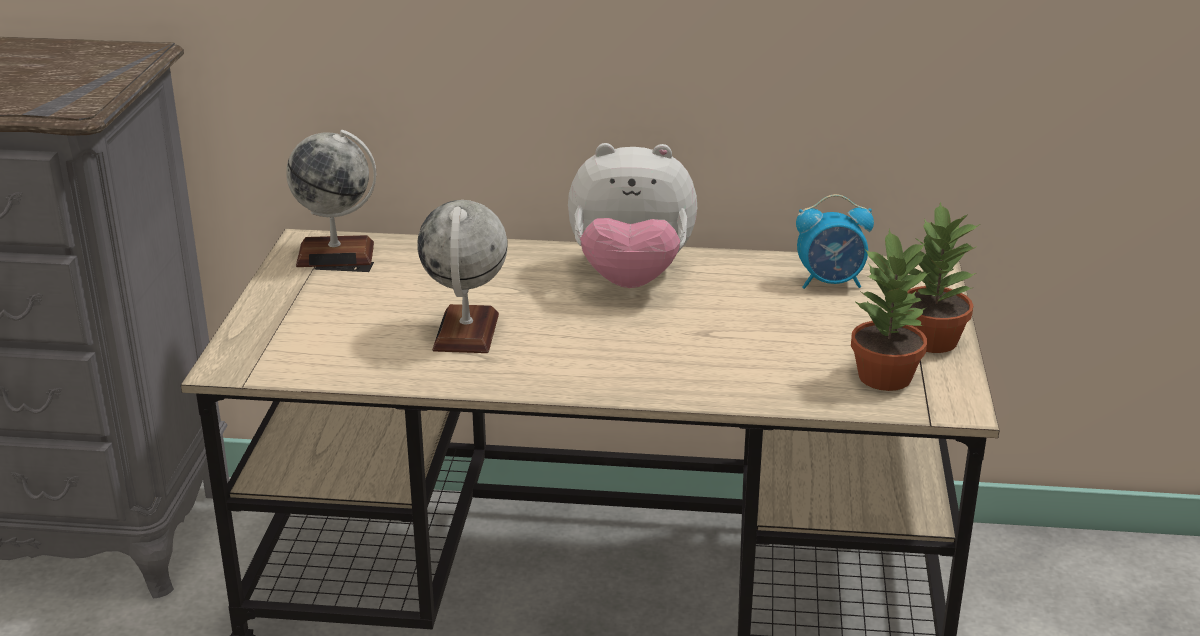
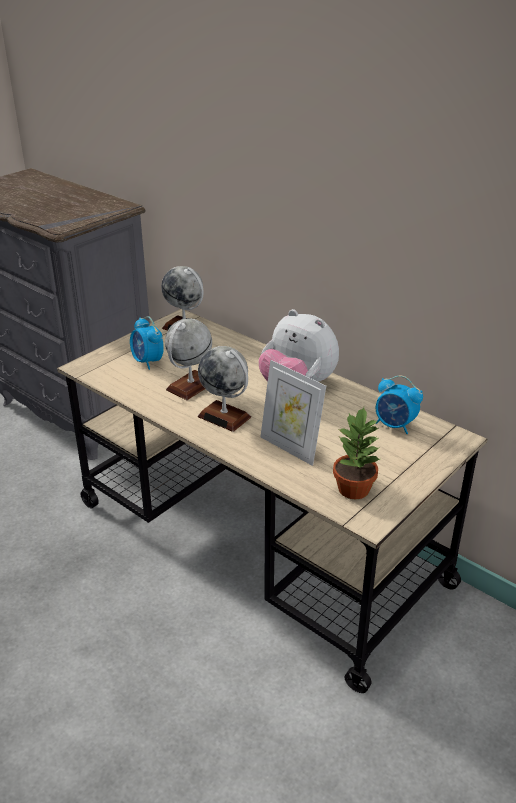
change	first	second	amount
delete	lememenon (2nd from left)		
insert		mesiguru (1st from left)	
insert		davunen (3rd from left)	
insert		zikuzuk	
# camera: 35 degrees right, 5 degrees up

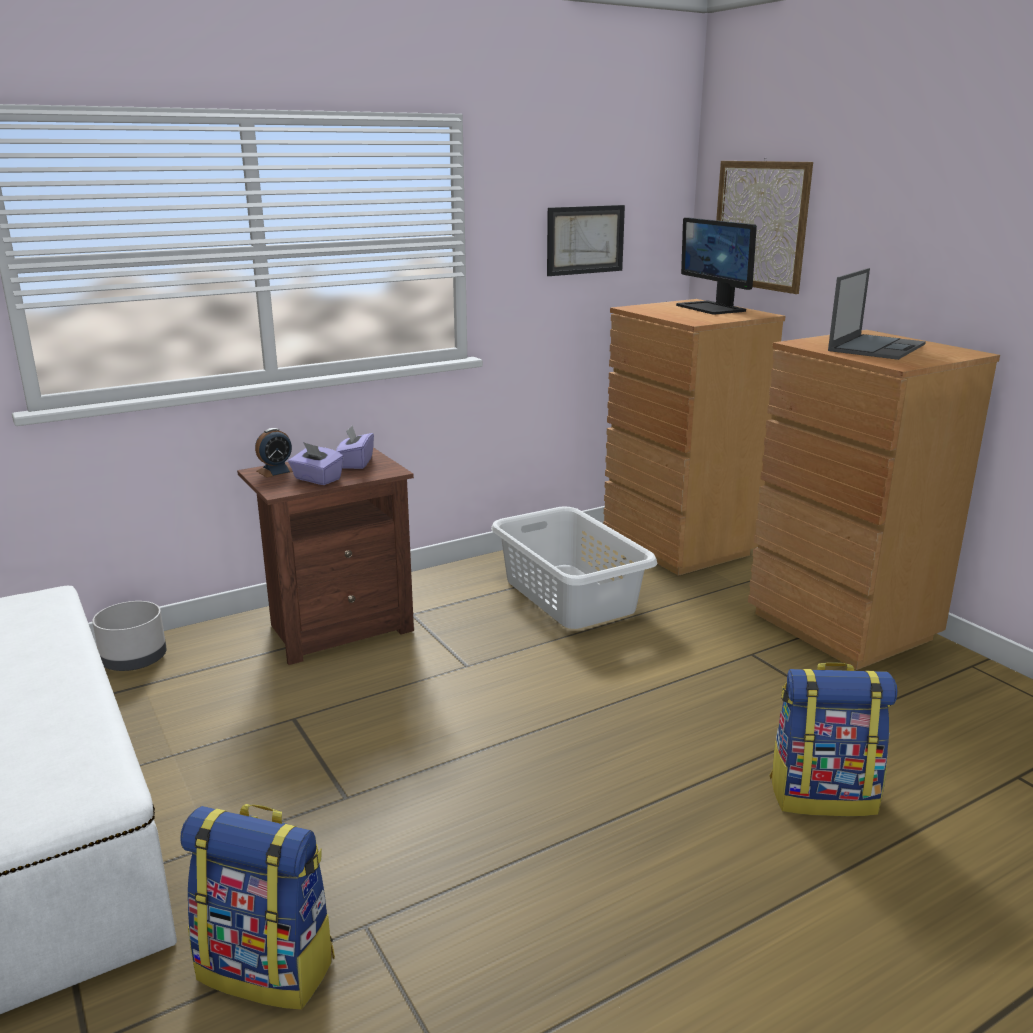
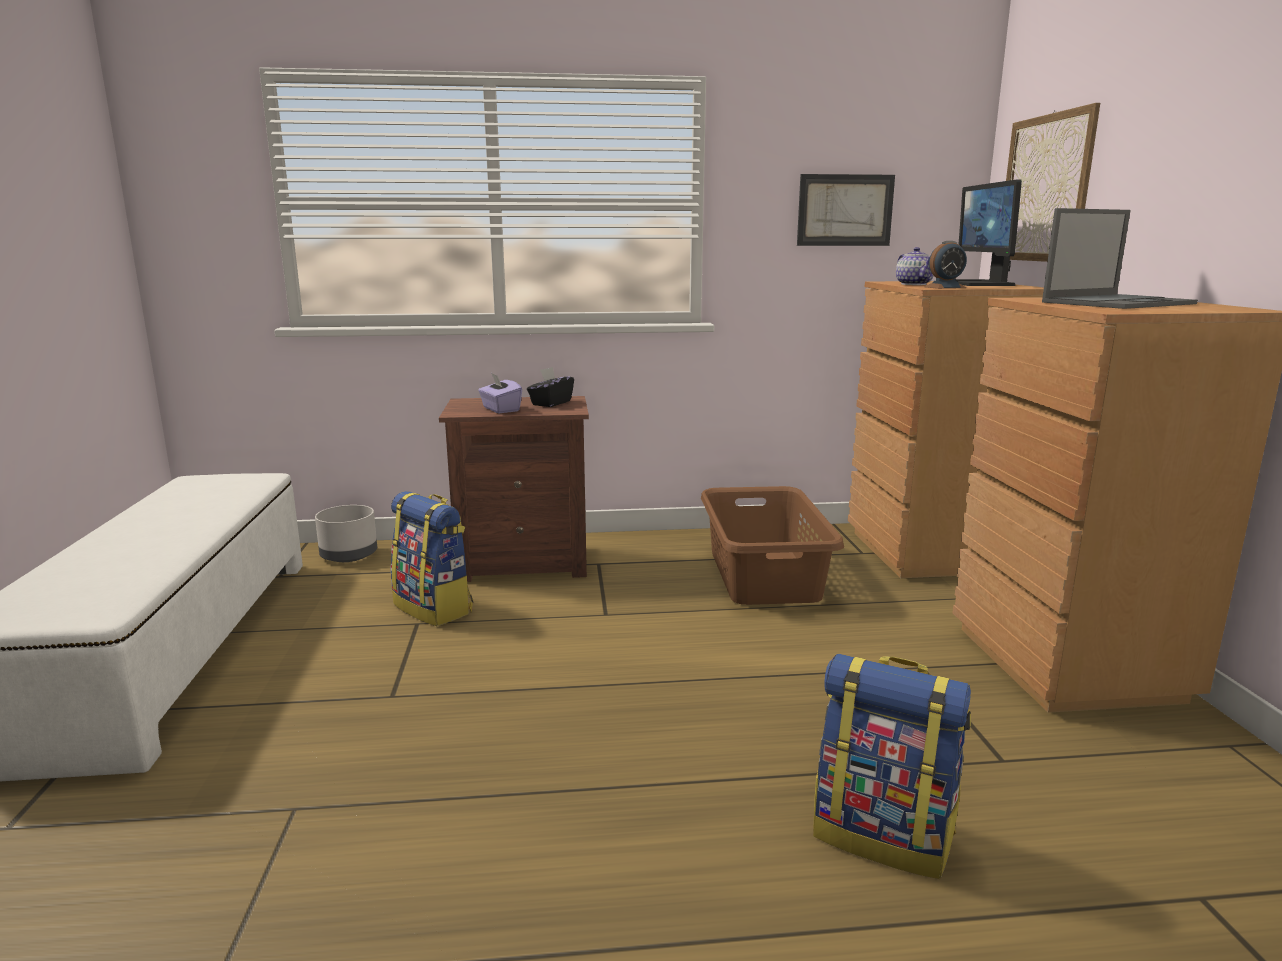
change	first	second	amount
move	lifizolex (1st from left)		
move	mesiguru		
recolor	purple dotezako (2nd from left)	black dotezako	
recolor	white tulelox	brown tulelox	
insert		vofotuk	
# camera: 25 degrees right, 5 degrees down

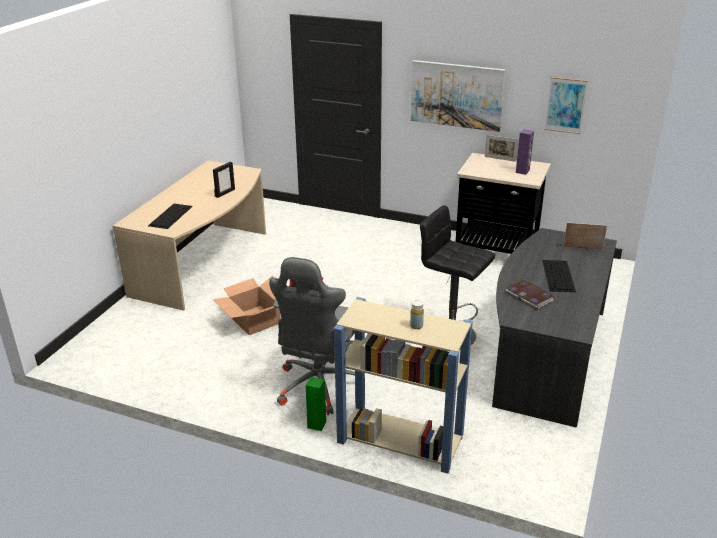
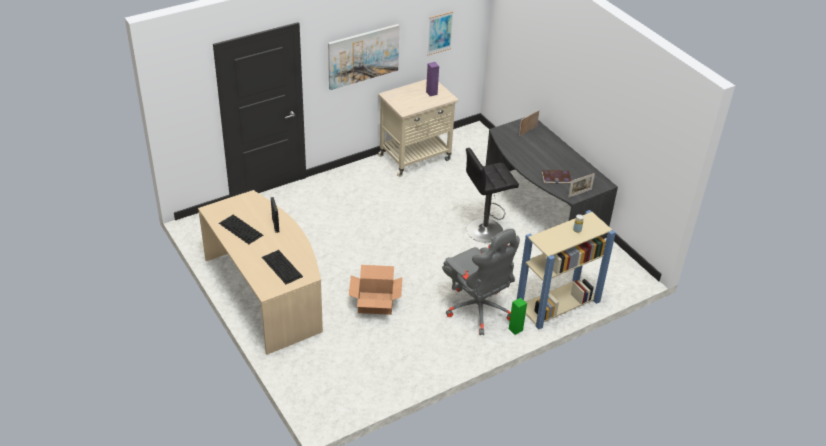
change	first	second	amount
recolor	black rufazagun	beige rufazagun	
move	zikuzuk (2nd from left in the first image)	zikuzuk (3rd from left)	
move	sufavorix (2nd from left in the first image)	sufavorix (1st from left)	
# camera: 55 degrees left, 10 degrees up

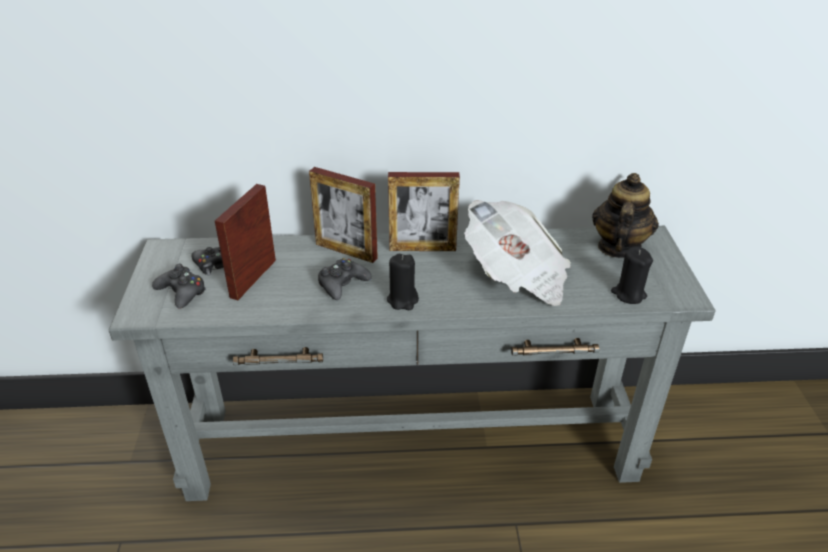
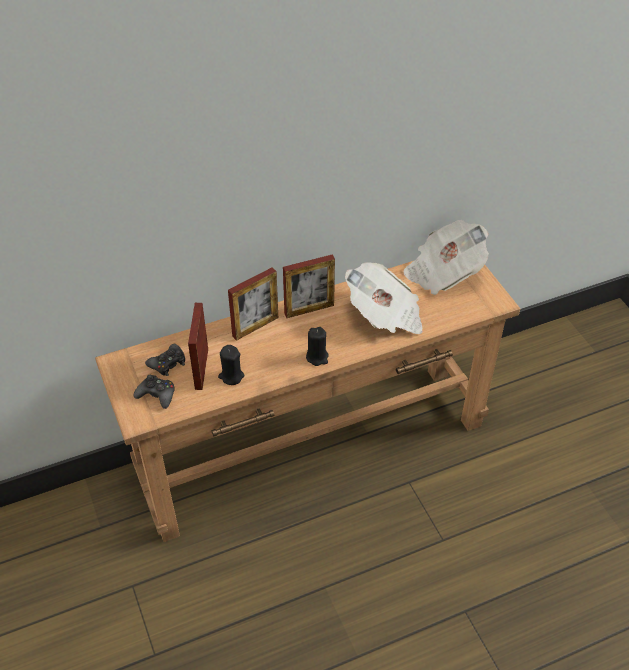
change	first	second	amount
recolor	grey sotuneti	brown sotuneti	
rotate	zikuzuk (2nd from left)		45 degrees counterclockwise
delete	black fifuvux (3rd from left)		
replace	vofotuk	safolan (2nd from left)	
move	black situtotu (2nd from left in the first image)	black situtotu (1st from left)	
# camera: 20 degrees left, 10 degrees up

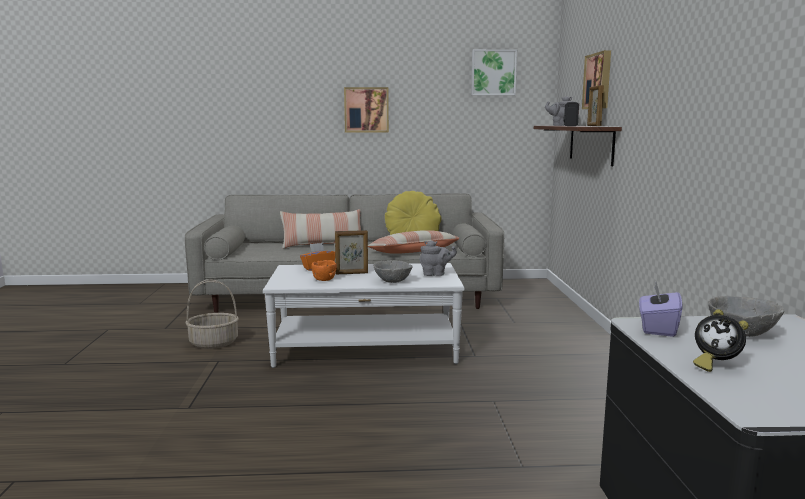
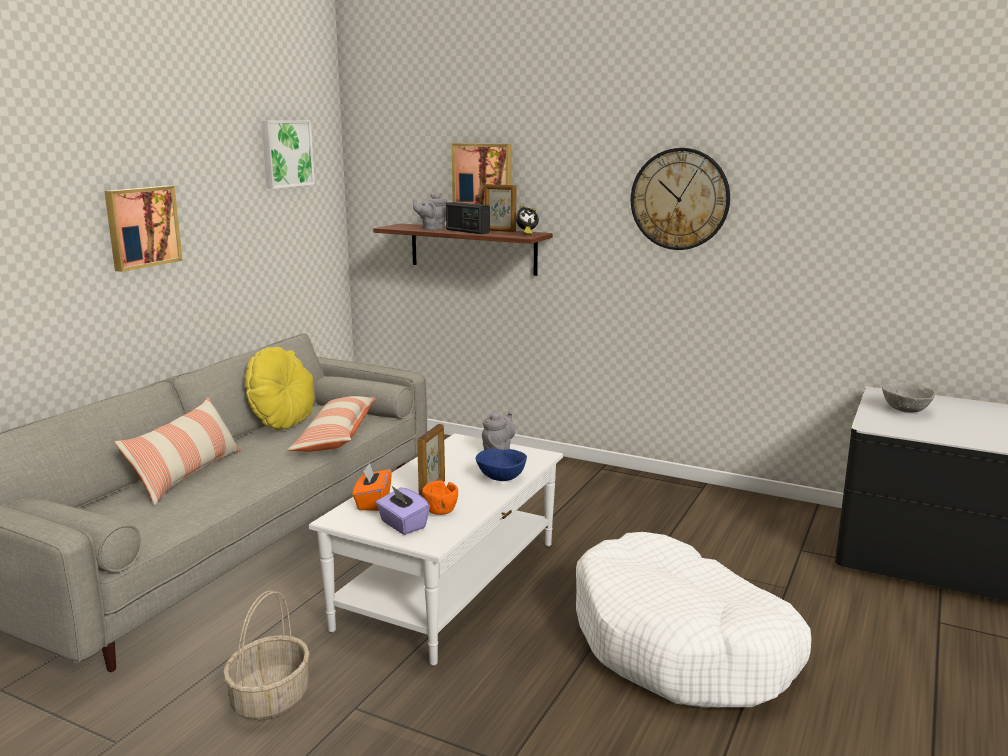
change	first	second	amount
recolor	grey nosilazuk (1st from left)	blue nosilazuk	
move	purple dotezako		
move	mesiguru		
insert		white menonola	
insert		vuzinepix	
# camera: 60 degrees left, 5 degrees up

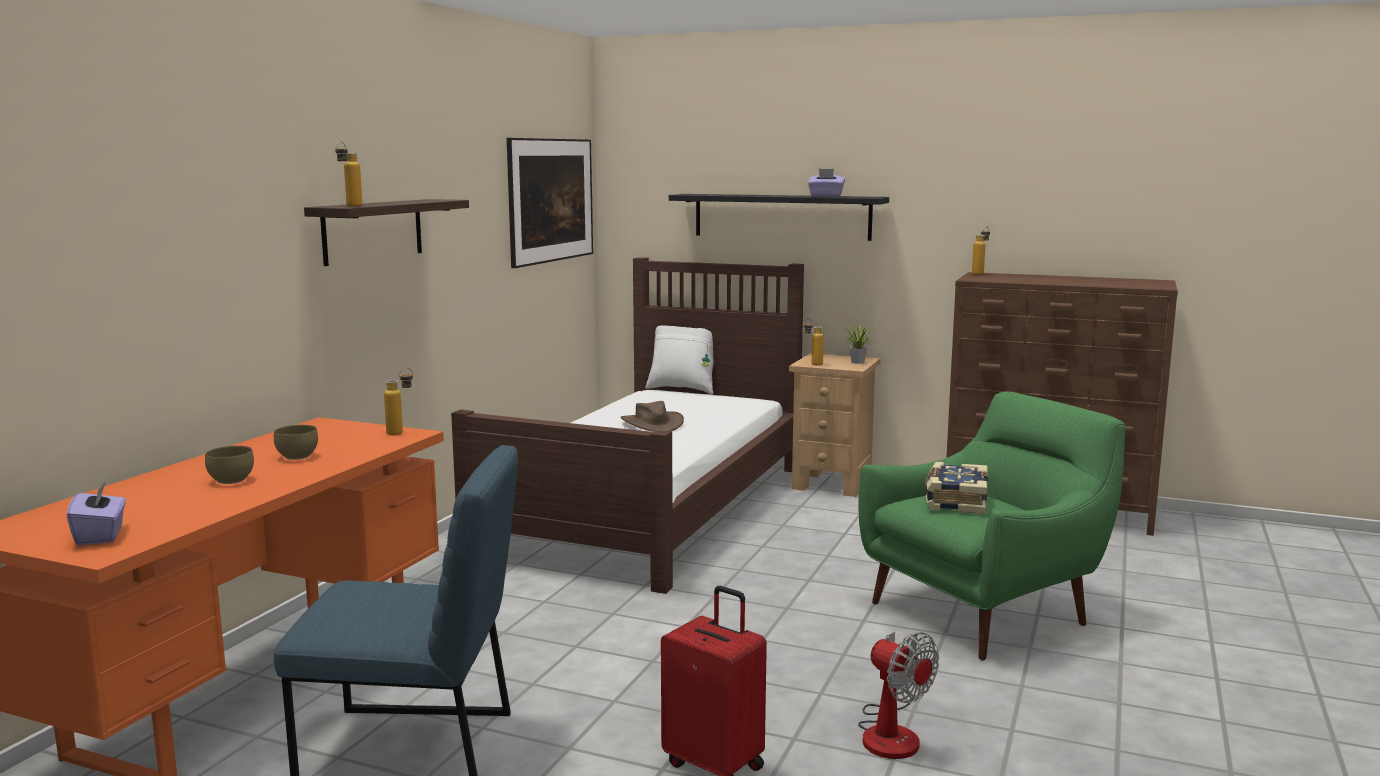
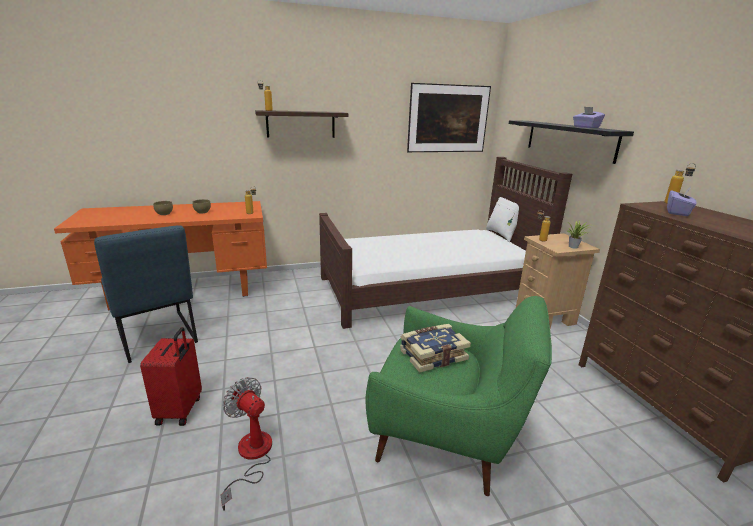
change	first	second	amount
move	purple dotezako (1st from left in the first image)	purple dotezako (2nd from left)	
delete	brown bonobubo		
rotate	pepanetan		120 degrees clockwise
# camera: 50 degrees right, 10 degrees up

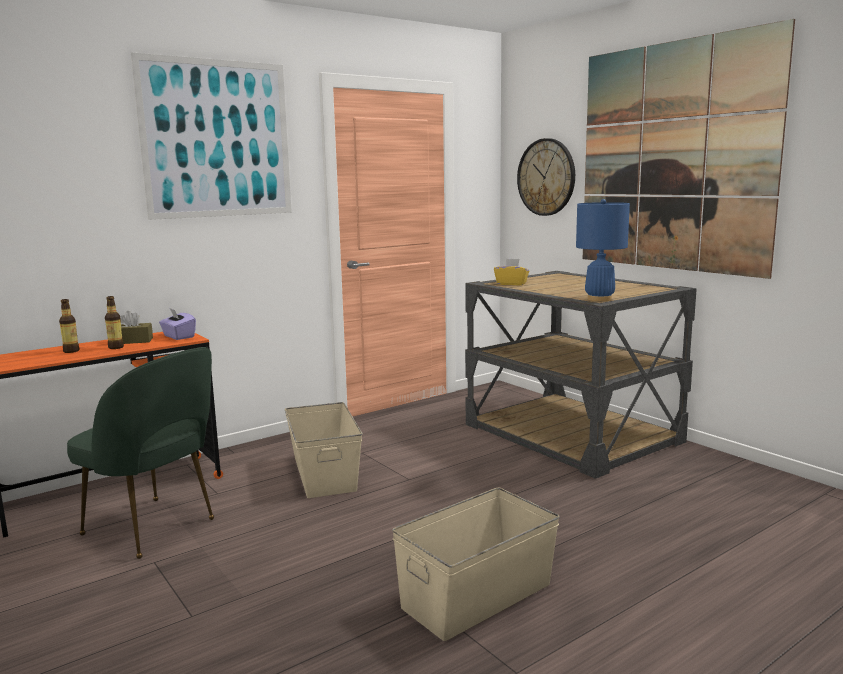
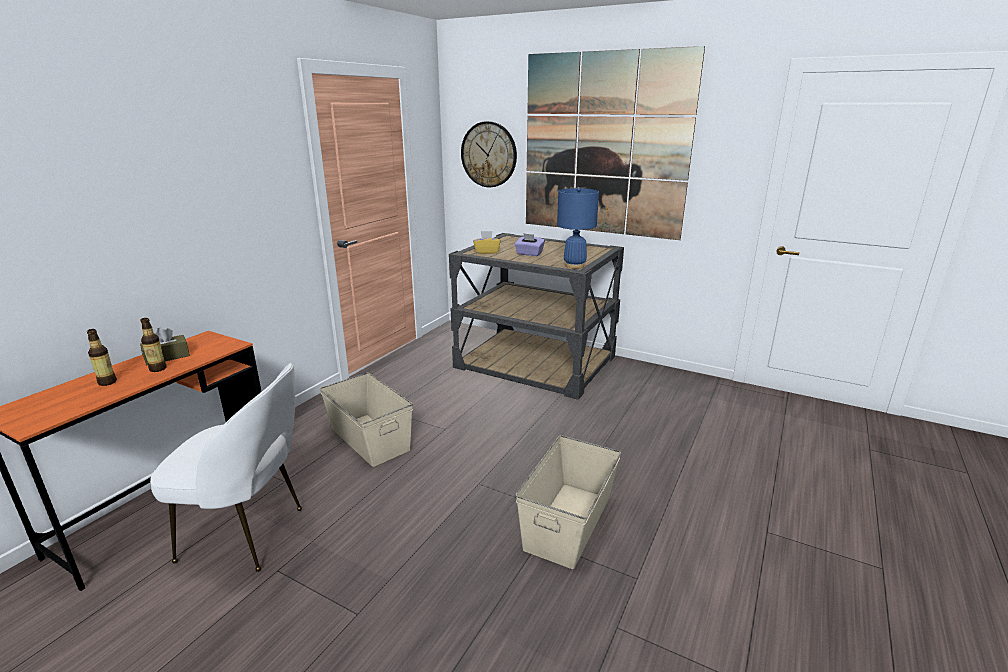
change	first	second	amount
recolor	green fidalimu	white fidalimu	
delete	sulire (1st from left)		
move	purple dotezako		
# camera: 25 degrees left, 10 degrees up

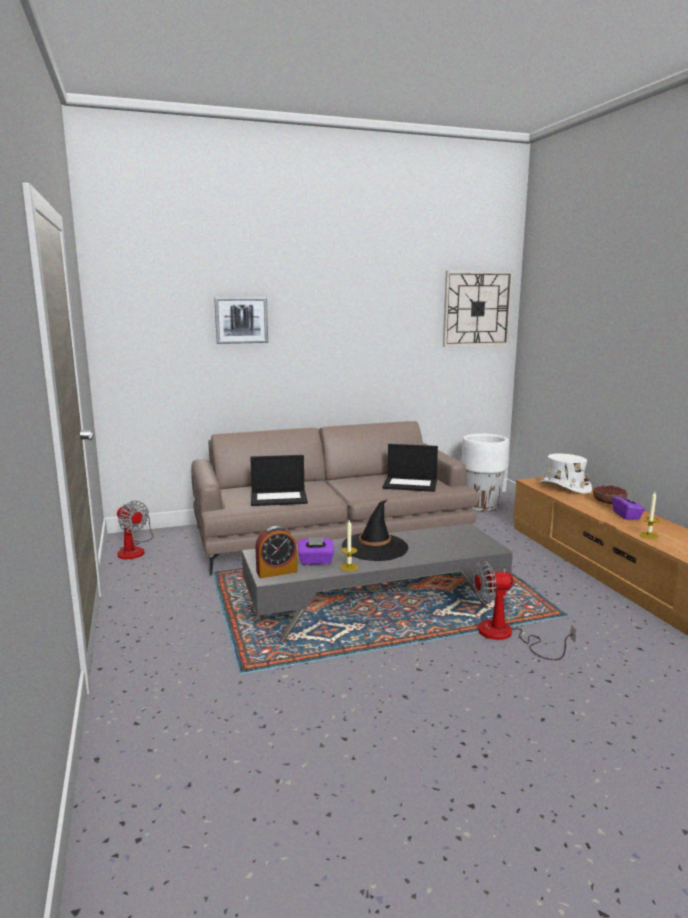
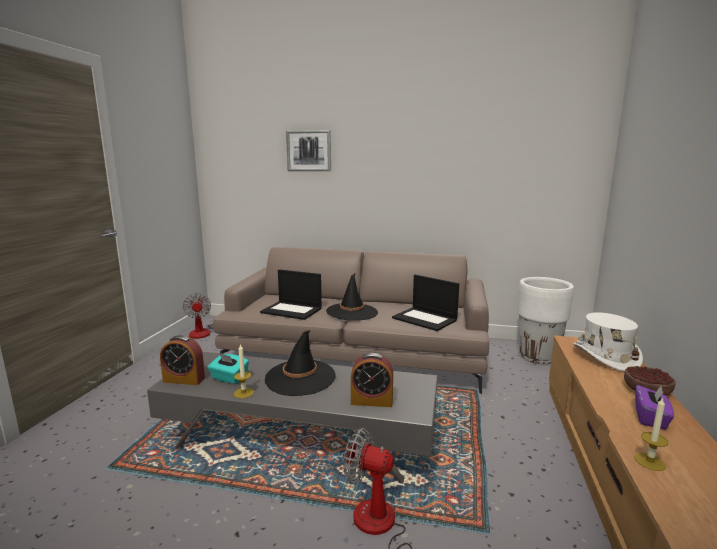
change	first	second	amount
recolor	purple dotezako (1st from left)	turquoise dotezako	
delete	vuzinepix		
insert		black bonobubo (2nd from left)	
insert		mesiguru (2nd from left)	
# camera: 30 degrees right, 0 degrees up

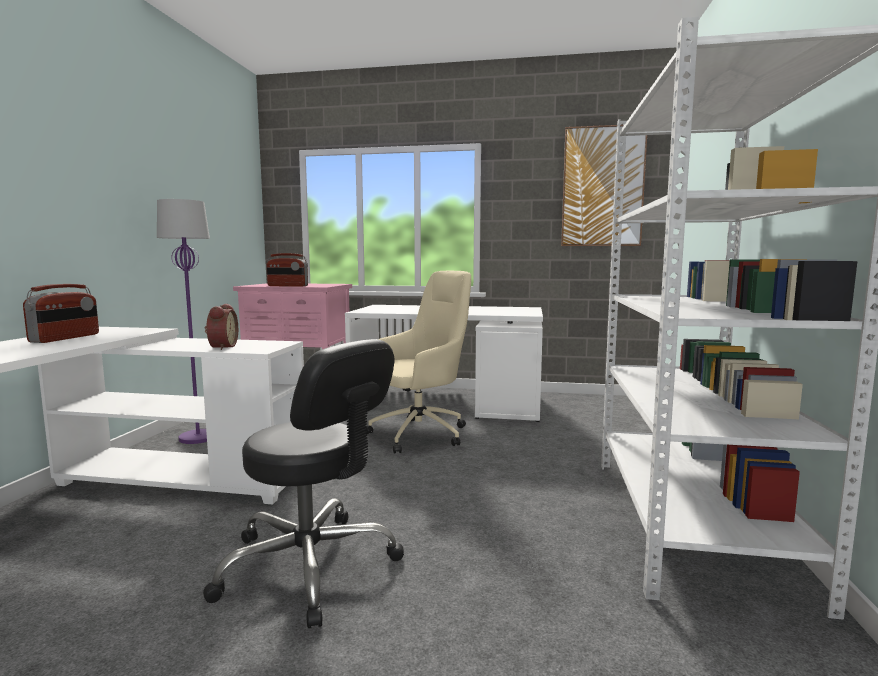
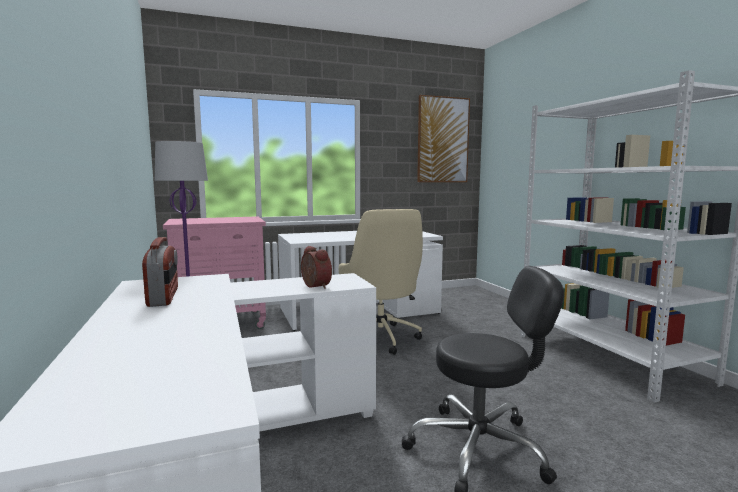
change	first	second	amount
delete	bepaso (2nd from left)		
rotate	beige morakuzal		135 degrees clockwise
# camera: 30 degrees left, 0 degrees up

